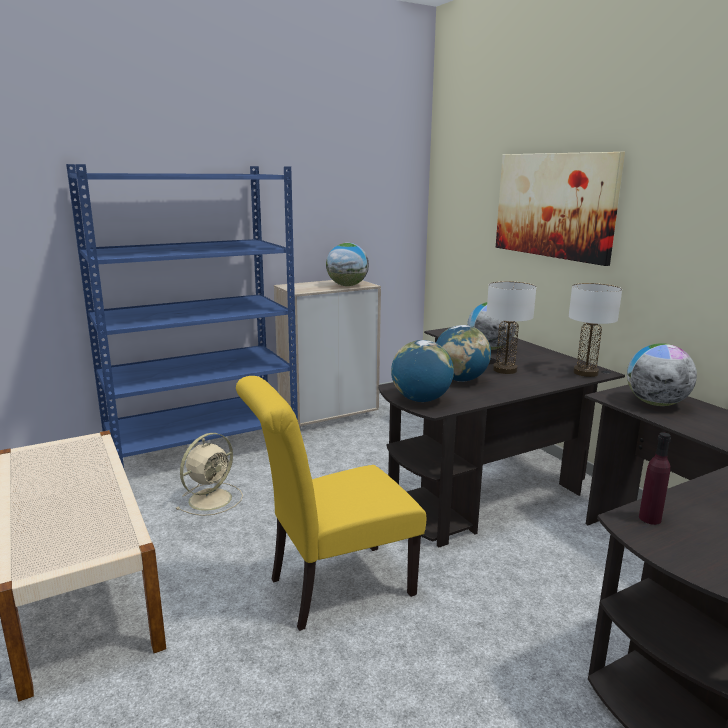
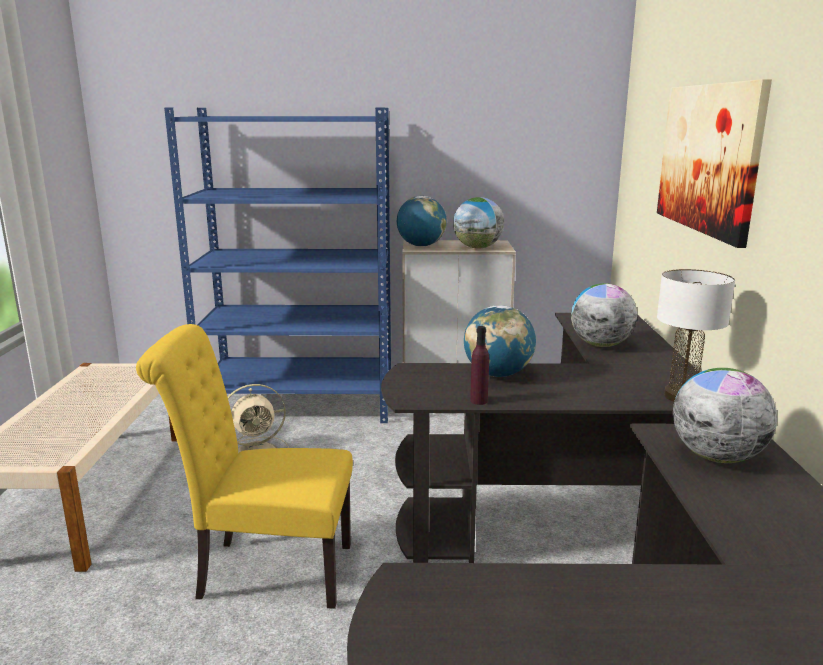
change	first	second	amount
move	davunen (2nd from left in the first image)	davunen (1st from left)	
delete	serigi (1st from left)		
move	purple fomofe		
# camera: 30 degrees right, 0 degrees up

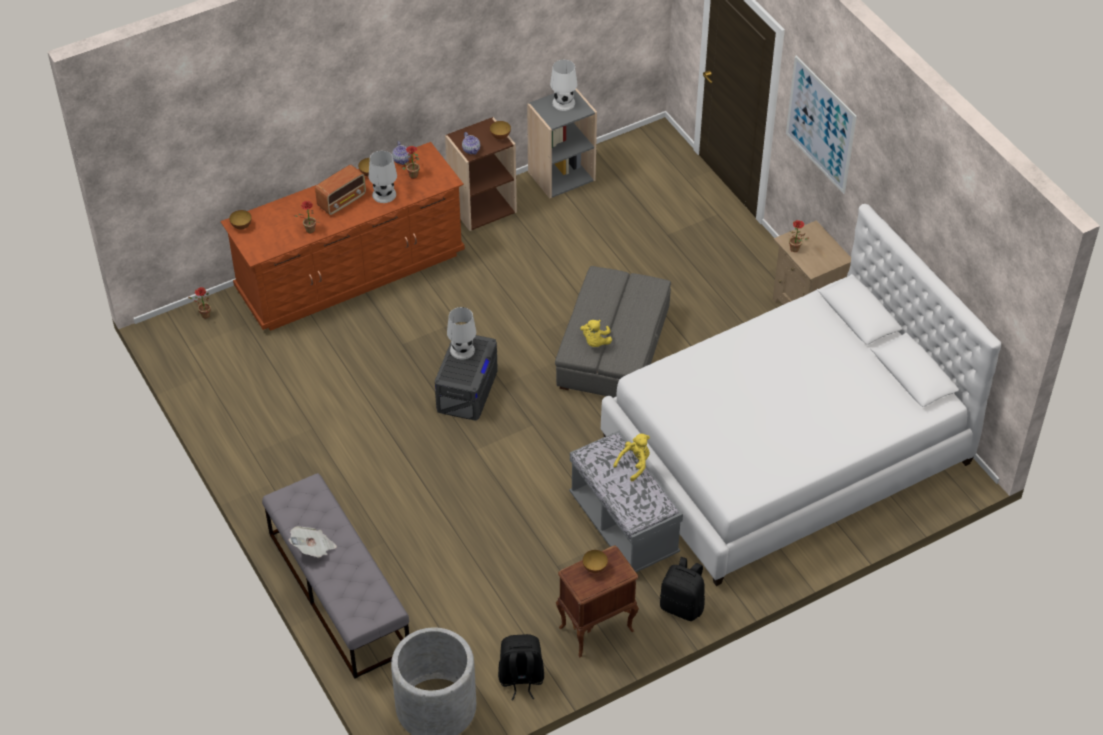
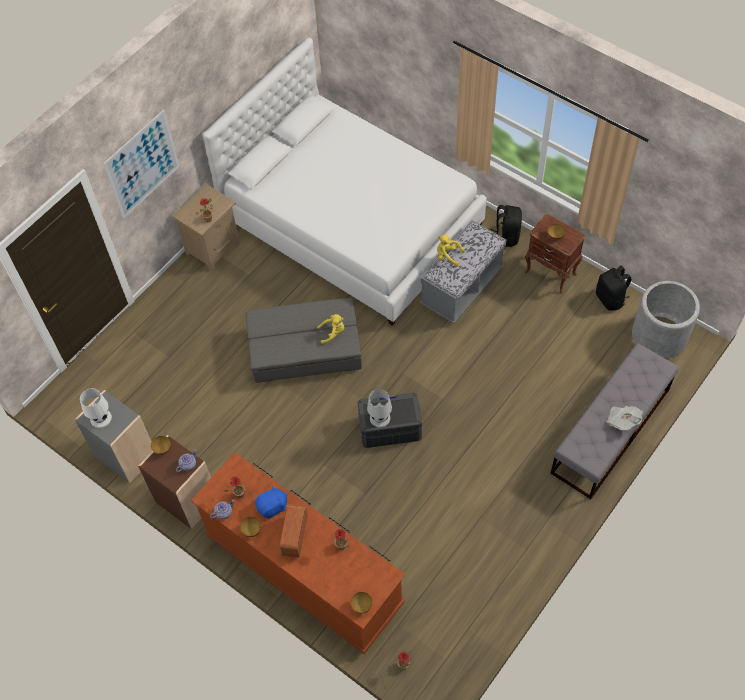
change	first	second	amount
rotate	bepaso		105 degrees counterclockwise
replace	white serigi (1st from left)	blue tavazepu	
# camera: 110 degrees left, 10 degrees up

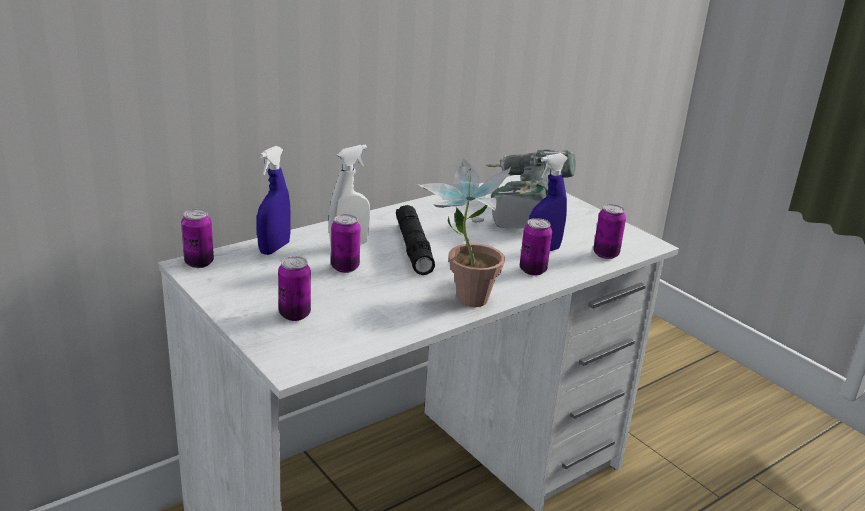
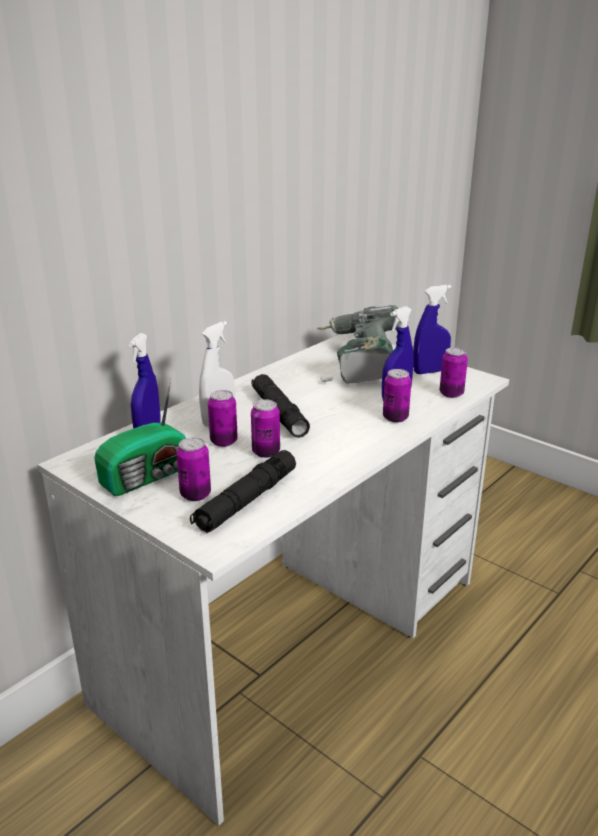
change	first	second	amount
move	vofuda (1st from left in the first image)	vofuda (3rd from left)	
delete	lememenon		
insert		bepaso	
insert		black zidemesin (1st from left)	
insert		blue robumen (3rd from left)	
# camera: 10 degrees left, 0 degrees up

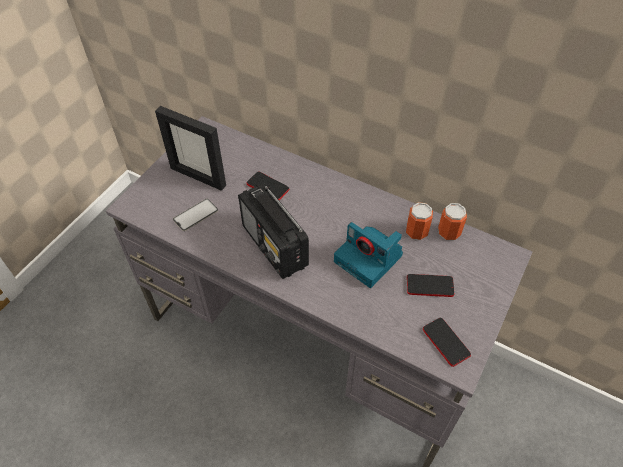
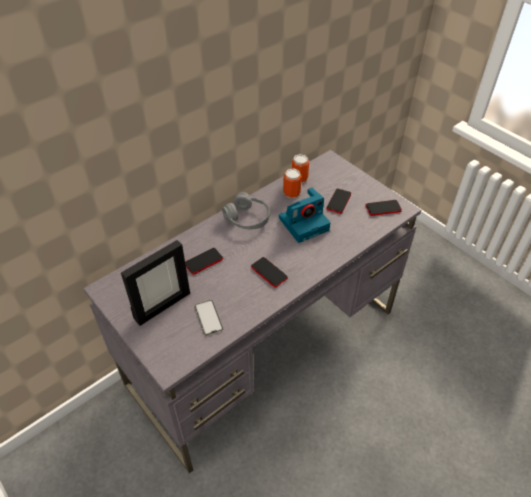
change	first	second	amount
replace	bepaso	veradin (3rd from left)	
insert		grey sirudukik	
# camera: 70 degrees left, 5 degrees down

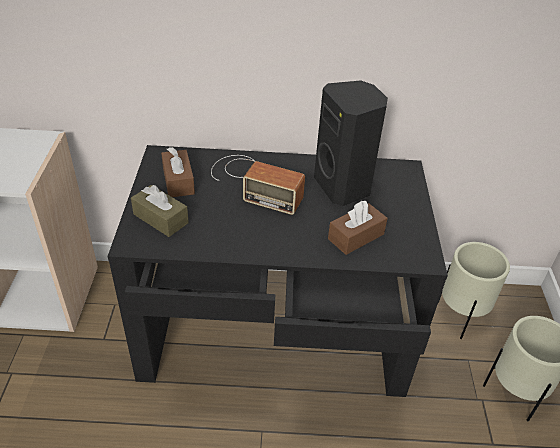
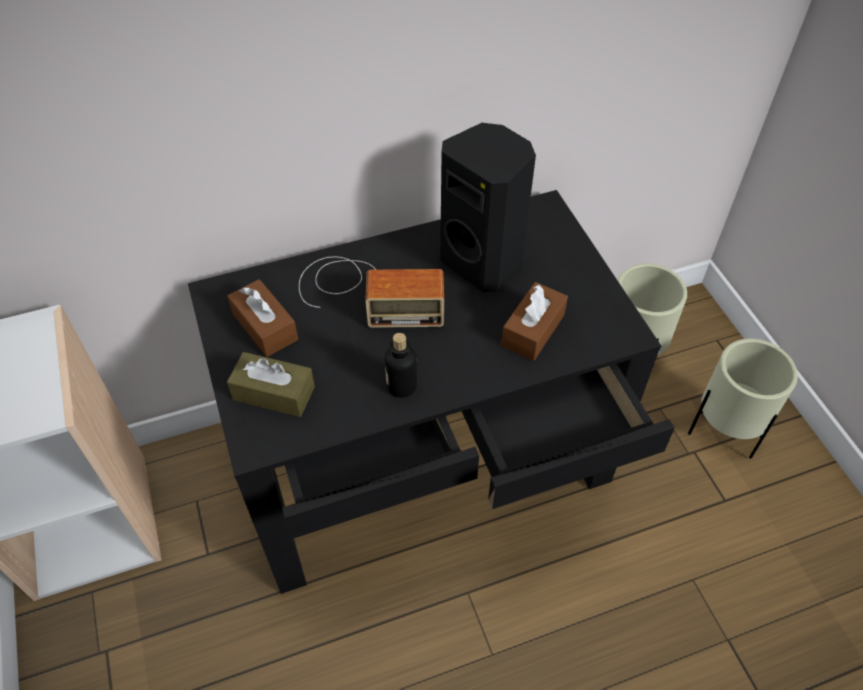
change	first	second	amount
insert		fomofe	
# camera: 20 degrees left, 10 degrees up

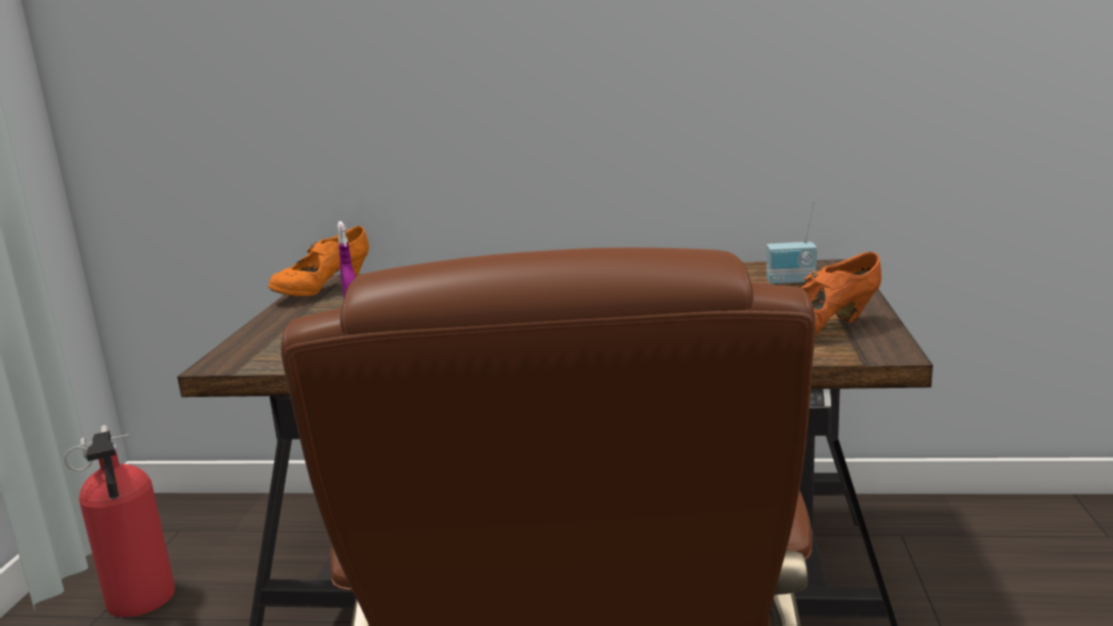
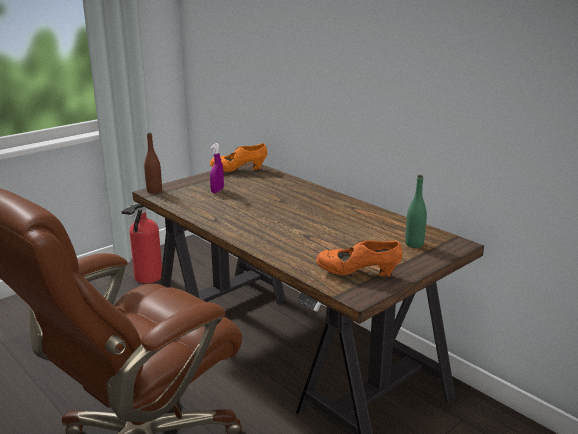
change	first	second	amount
replace	bepaso	green fomofe	
insert		brown fomofe	
# camera: 40 degrees right, 5 degrees up

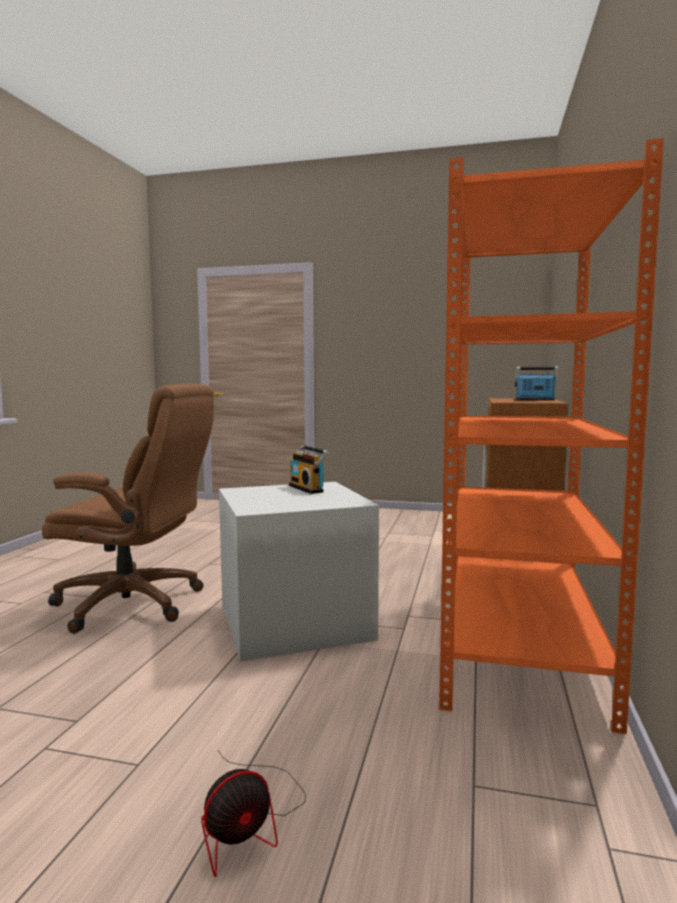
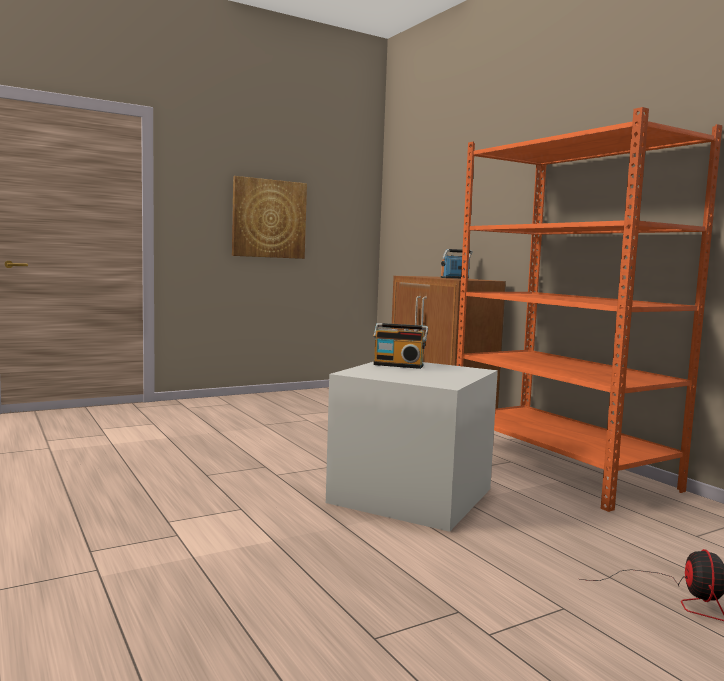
change	first	second	amount
delete	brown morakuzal		
insert		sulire	
# camera: 45 degrees left, 0 degrees up

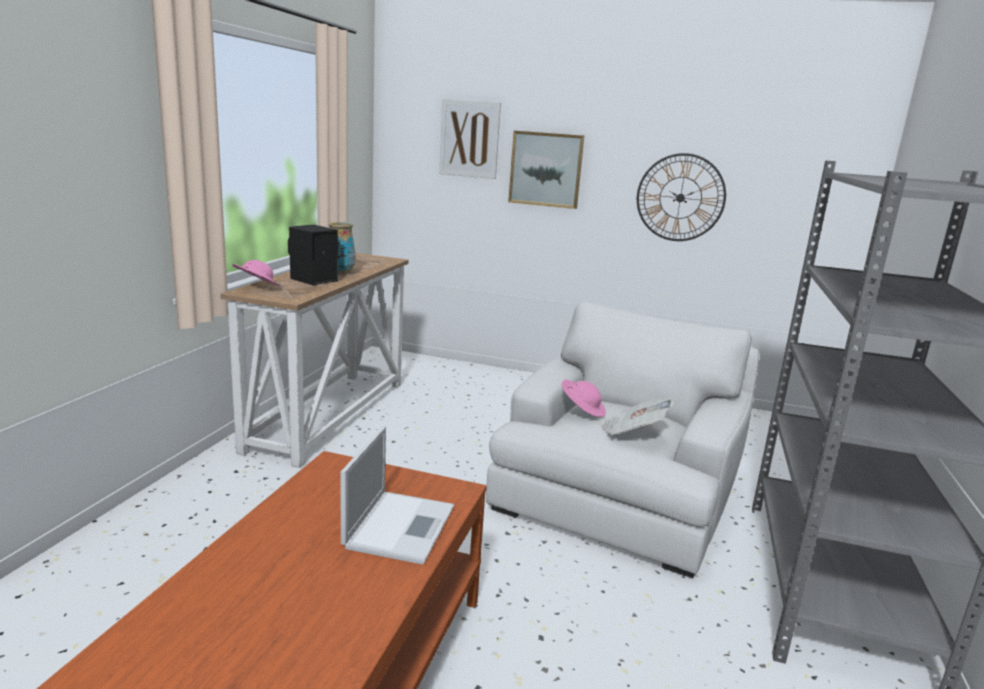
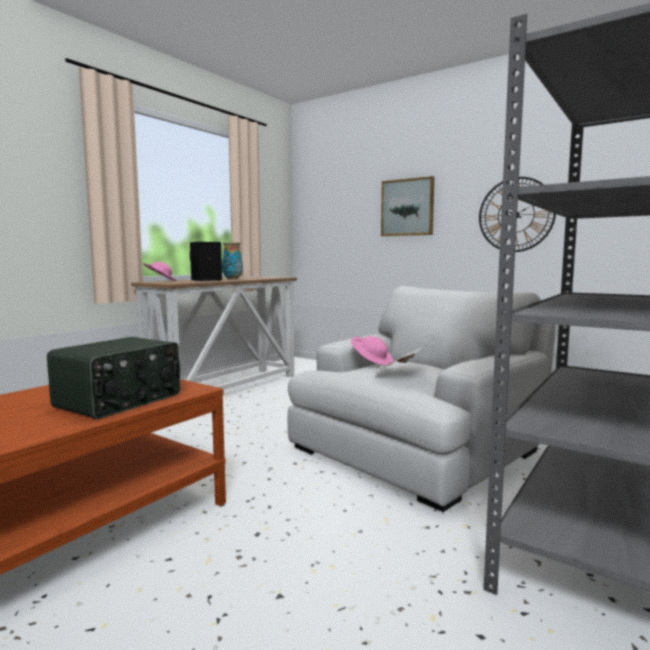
change	first	second	amount
replace	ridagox	bepaso	
delete	sulire (1st from left)		
# camera: 20 degrees right, 10 degrees down

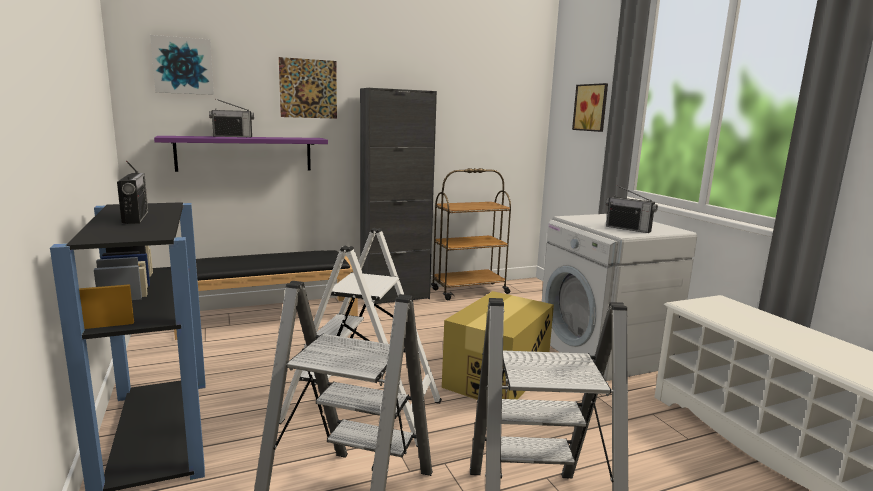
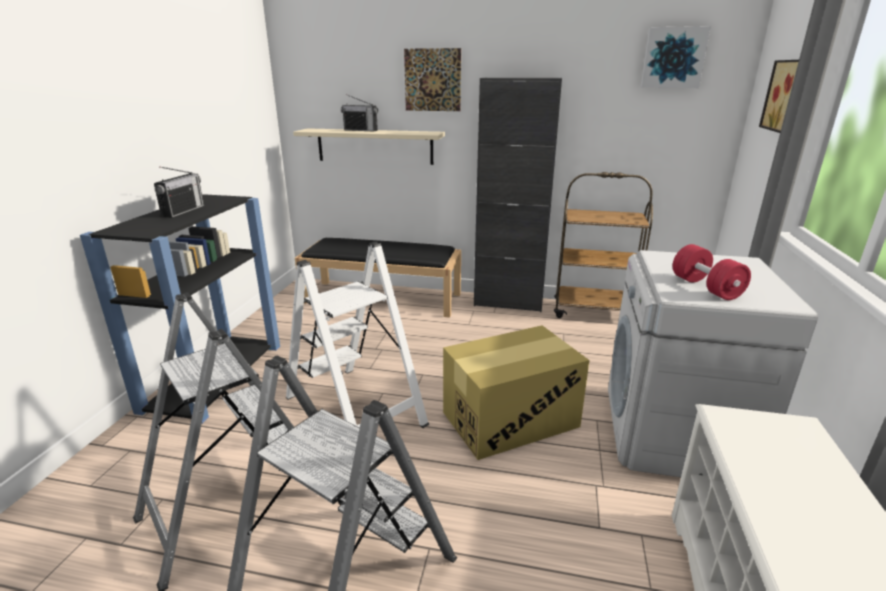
change	first	second	amount
move	sulire (1st from left in the first image)	sulire (2nd from left)	
recolor	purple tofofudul	beige tofofudul	
replace	bepaso (3rd from left)	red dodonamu	
# camera: 35 degrees right, 10 degrees up

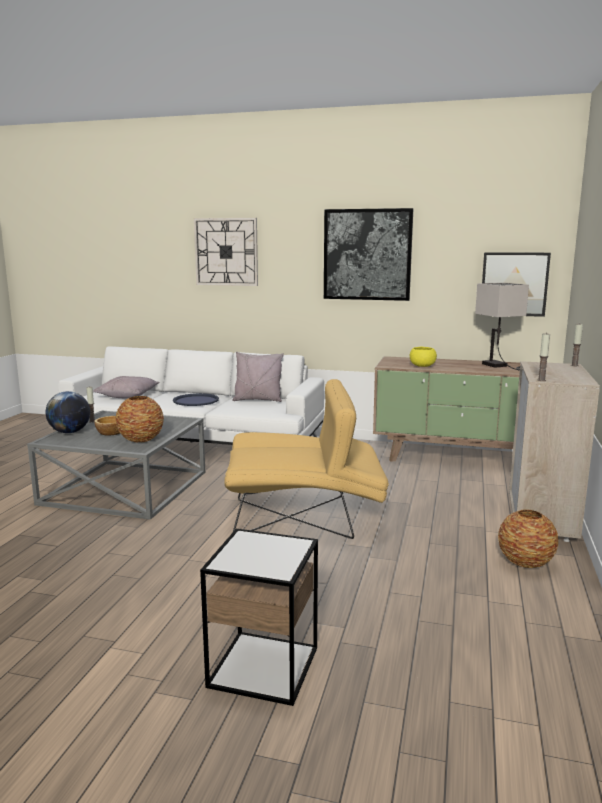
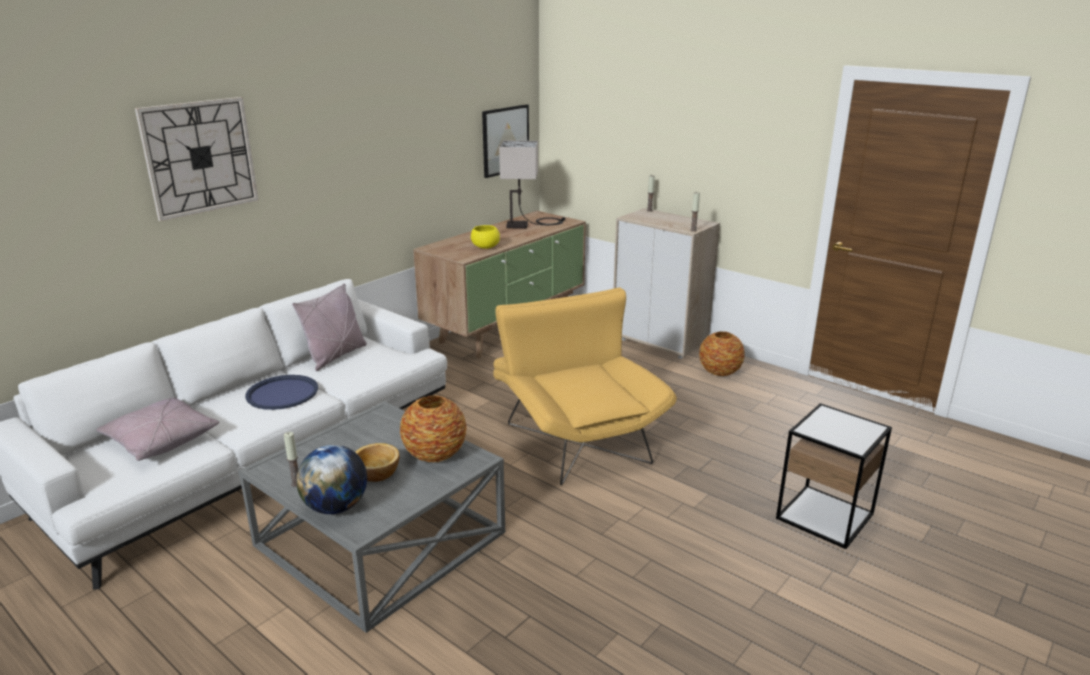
change	first	second	amount
rotate	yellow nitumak		45 degrees counterclockwise
delete	sulire (1st from left)		
# camera: 65 degrees left, 10 degrees up

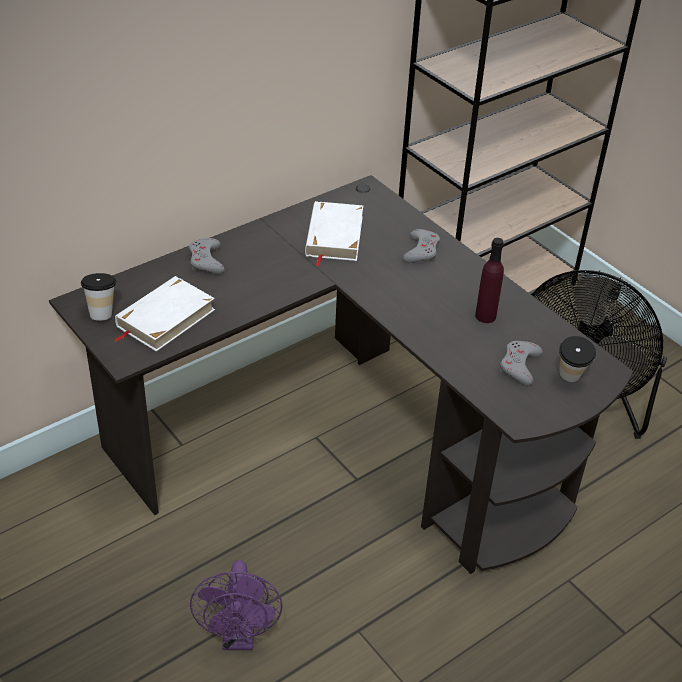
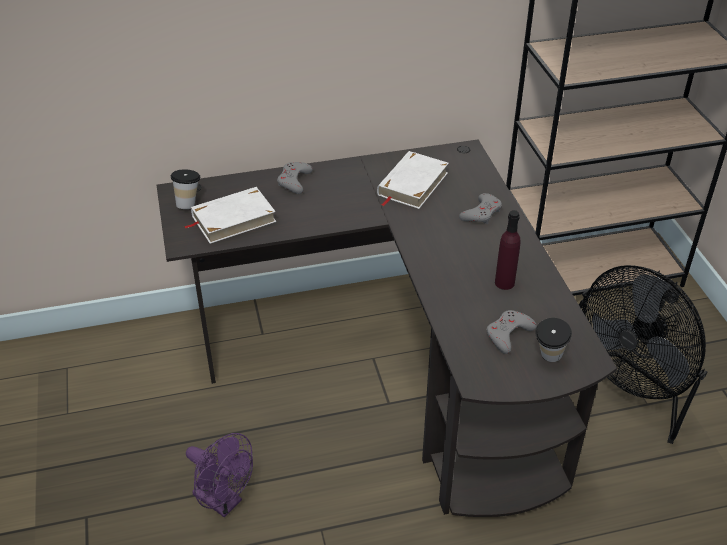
change	first	second	amount
rotate	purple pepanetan		75 degrees counterclockwise
# camera: 25 degrees right, 0 degrees up

